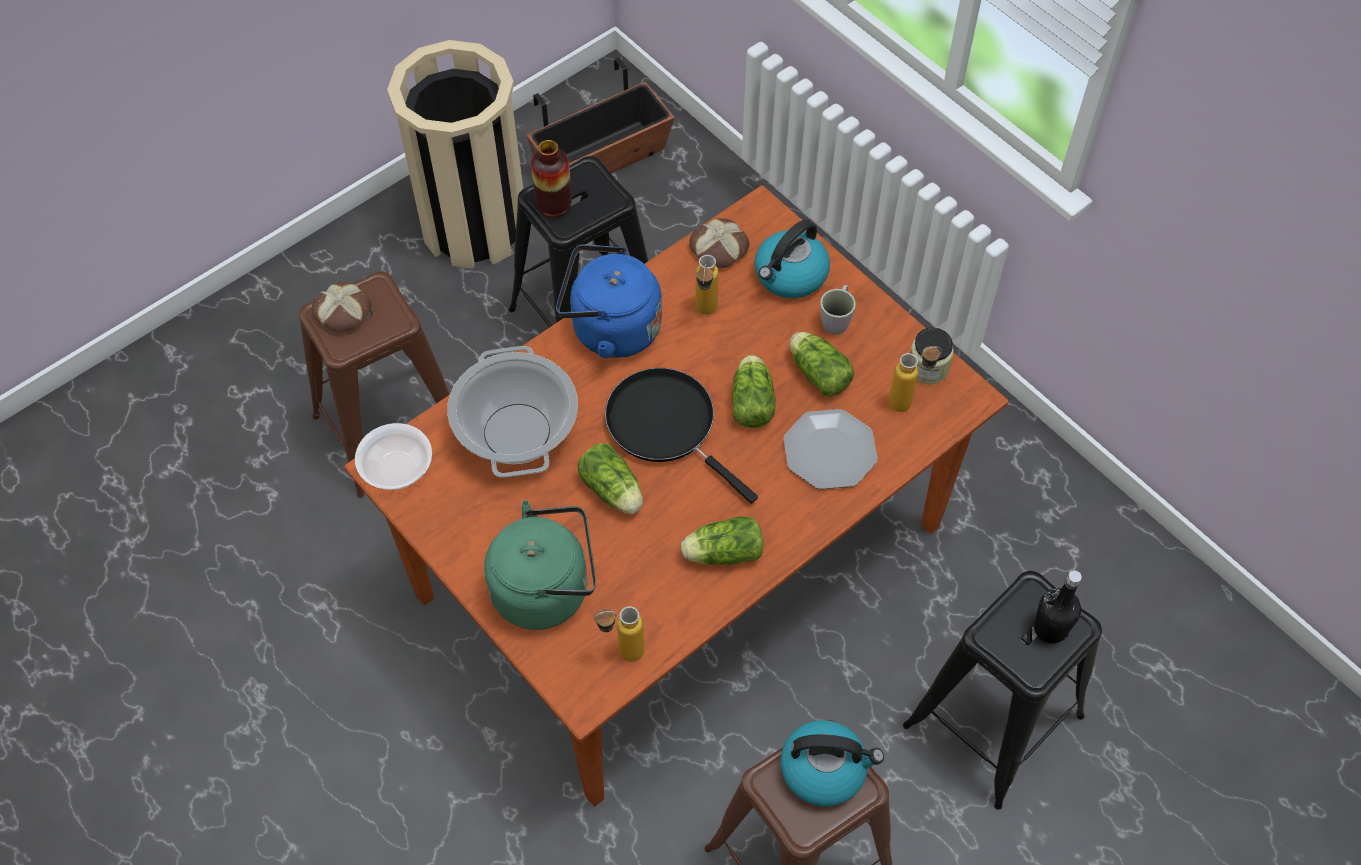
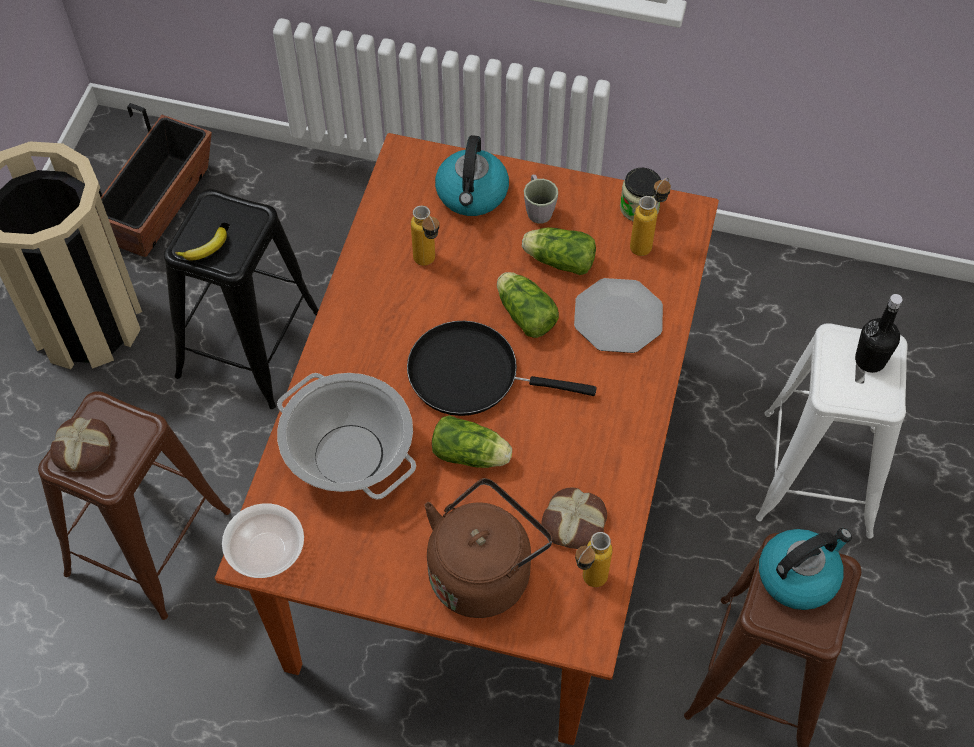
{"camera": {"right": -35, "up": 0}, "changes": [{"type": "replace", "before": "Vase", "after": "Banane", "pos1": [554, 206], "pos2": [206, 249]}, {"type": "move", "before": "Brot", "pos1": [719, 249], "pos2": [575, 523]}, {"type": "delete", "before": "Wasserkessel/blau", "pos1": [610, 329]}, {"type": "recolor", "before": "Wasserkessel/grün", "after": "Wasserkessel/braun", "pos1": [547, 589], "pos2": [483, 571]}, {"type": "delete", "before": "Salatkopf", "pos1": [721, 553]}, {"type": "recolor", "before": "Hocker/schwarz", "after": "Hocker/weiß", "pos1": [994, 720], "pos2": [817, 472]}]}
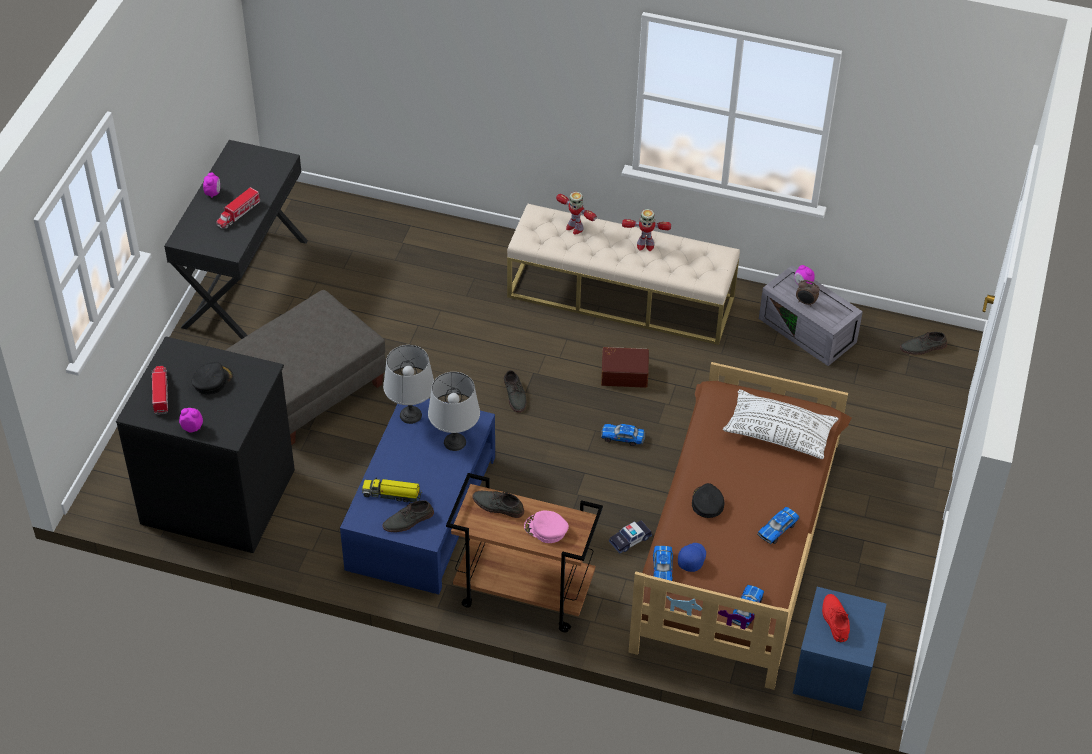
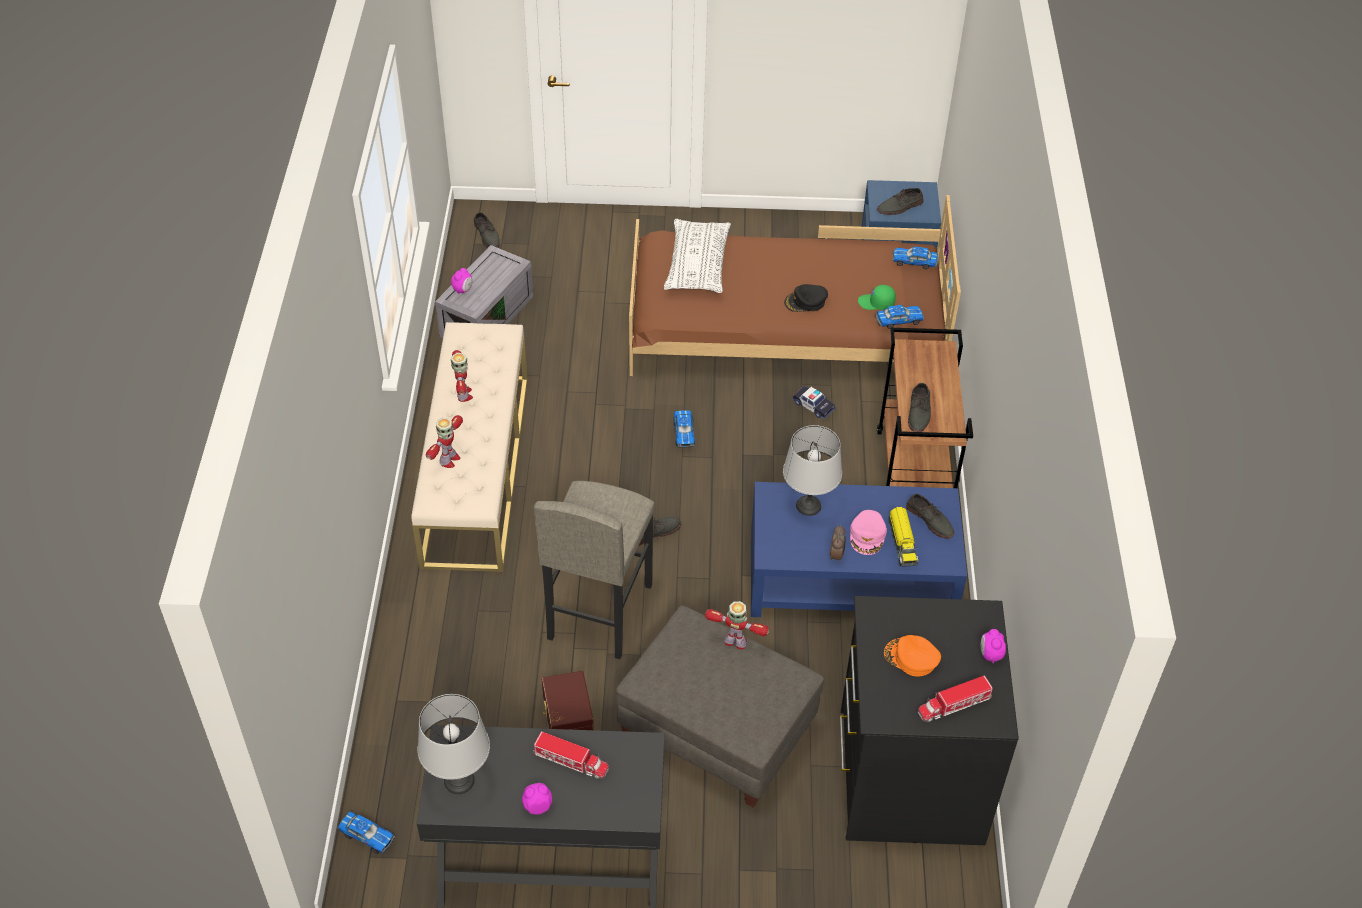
{"camera": {"right": -105, "up": 0}, "changes": [{"type": "move", "before": "Wecker", "pos1": [805, 302], "pos2": [836, 555]}, {"type": "move", "before": "Tischlampe/grau", "pos1": [410, 415], "pos2": [459, 781]}, {"type": "move", "before": "Aufbewahrungsbox/braun", "pos1": [624, 373], "pos2": [566, 713]}, {"type": "recolor", "before": "Kappe/schwarz", "after": "Kappe/orange", "pos1": [212, 380], "pos2": [911, 658]}, {"type": "move", "before": "Spielzeugauto", "pos1": [778, 529], "pos2": [366, 835]}, {"type": "move", "before": "Kappe/rosa", "pos1": [546, 529], "pos2": [867, 535]}, {"type": "recolor", "before": "Kappe/blau", "after": "Kappe/grün", "pos1": [691, 558], "pos2": [876, 303]}, {"type": "recolor", "before": "Schuh/rot", "after": "Schuh/grau", "pos1": [834, 619], "pos2": [900, 207]}, {"type": "insert", "after": "Hocker/grau", "pos2": [598, 611]}, {"type": "insert", "after": "Spielzeugroboter", "pos2": [736, 642]}]}
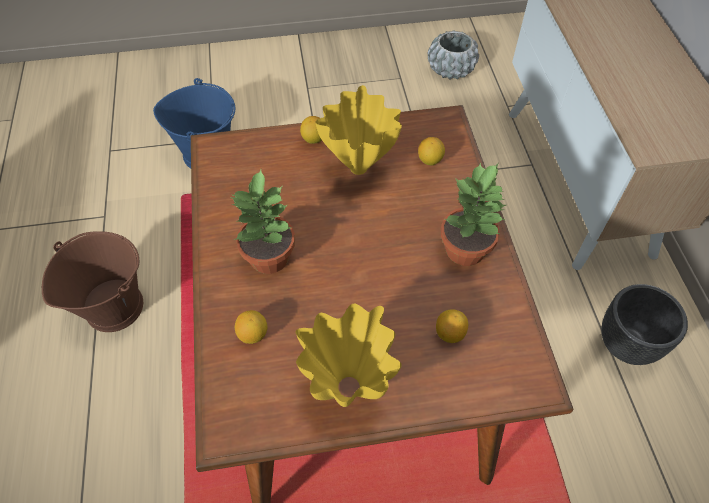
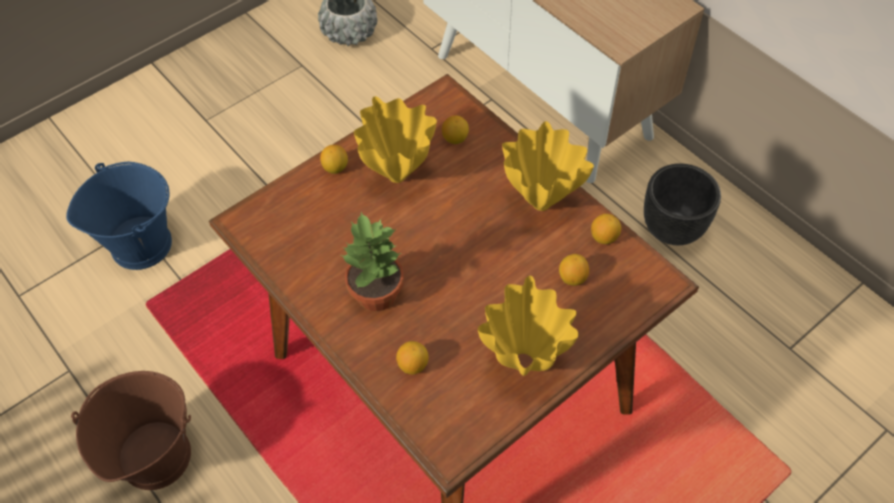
{"camera": {"right": -30, "up": 0}, "changes": [{"type": "replace", "before": "Topfpflanze", "after": "Vase/gelb", "pos1": [466, 250], "pos2": [539, 203]}, {"type": "insert", "after": "Zitrone", "pos2": [604, 237]}]}
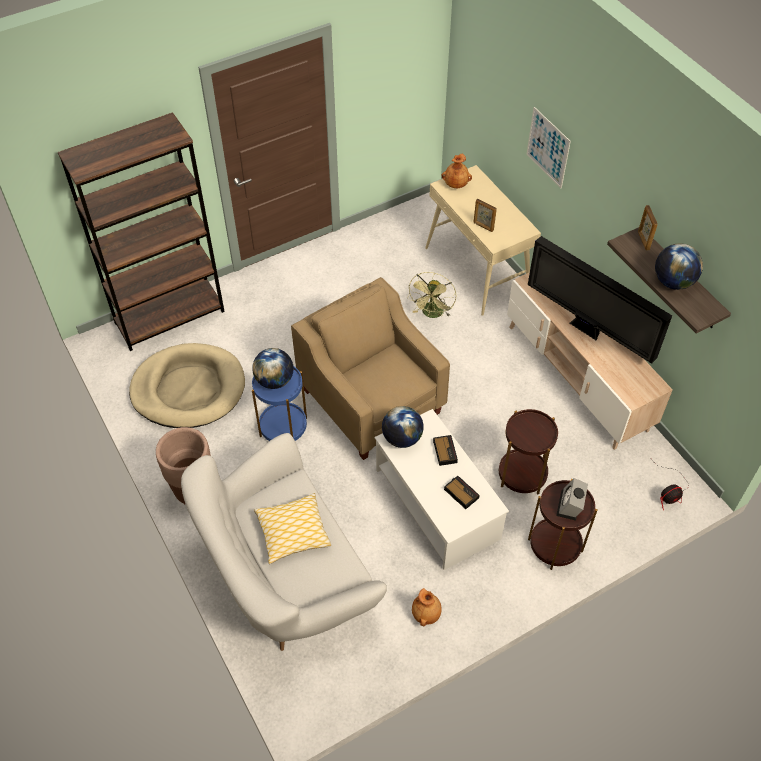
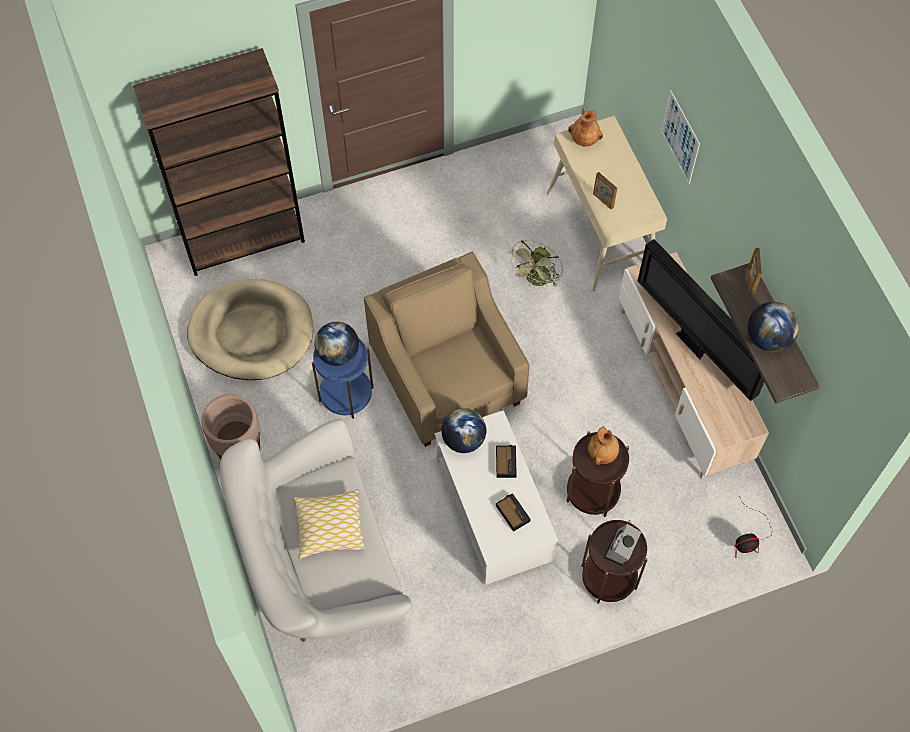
{"camera": {"right": 10, "up": 10}, "changes": [{"type": "move", "before": "Vase/braun", "pos1": [426, 614], "pos2": [603, 453]}]}
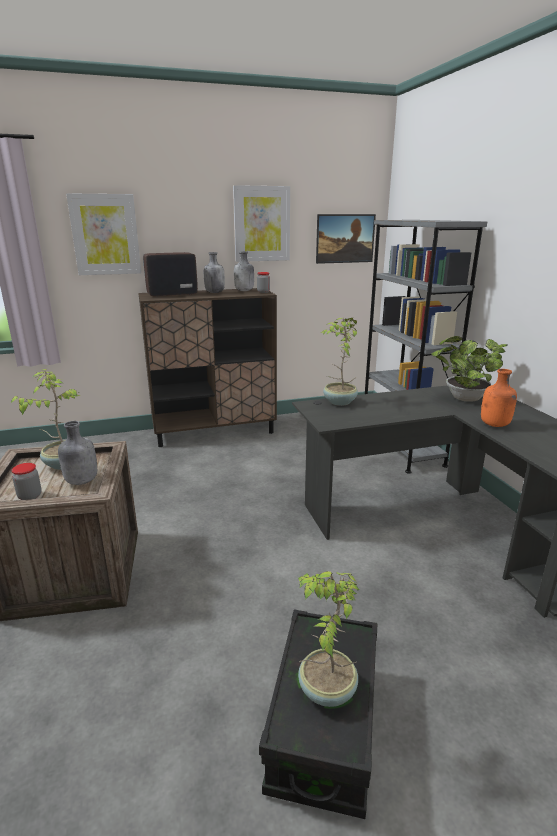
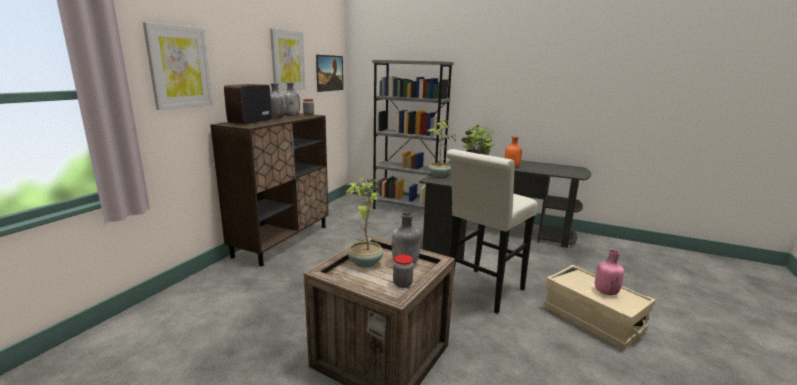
{"camera": {"right": -50, "up": -5}, "changes": [{"type": "replace", "before": "Topfpflanze", "after": "Flasche/rosa", "pos1": [325, 690], "pos2": [605, 292]}, {"type": "recolor", "before": "Aufbewahrungsbox/schwarz", "after": "Aufbewahrungsbox/beige", "pos1": [323, 726], "pos2": [592, 320]}, {"type": "insert", "after": "Hocker/weiß", "pos2": [482, 292]}]}
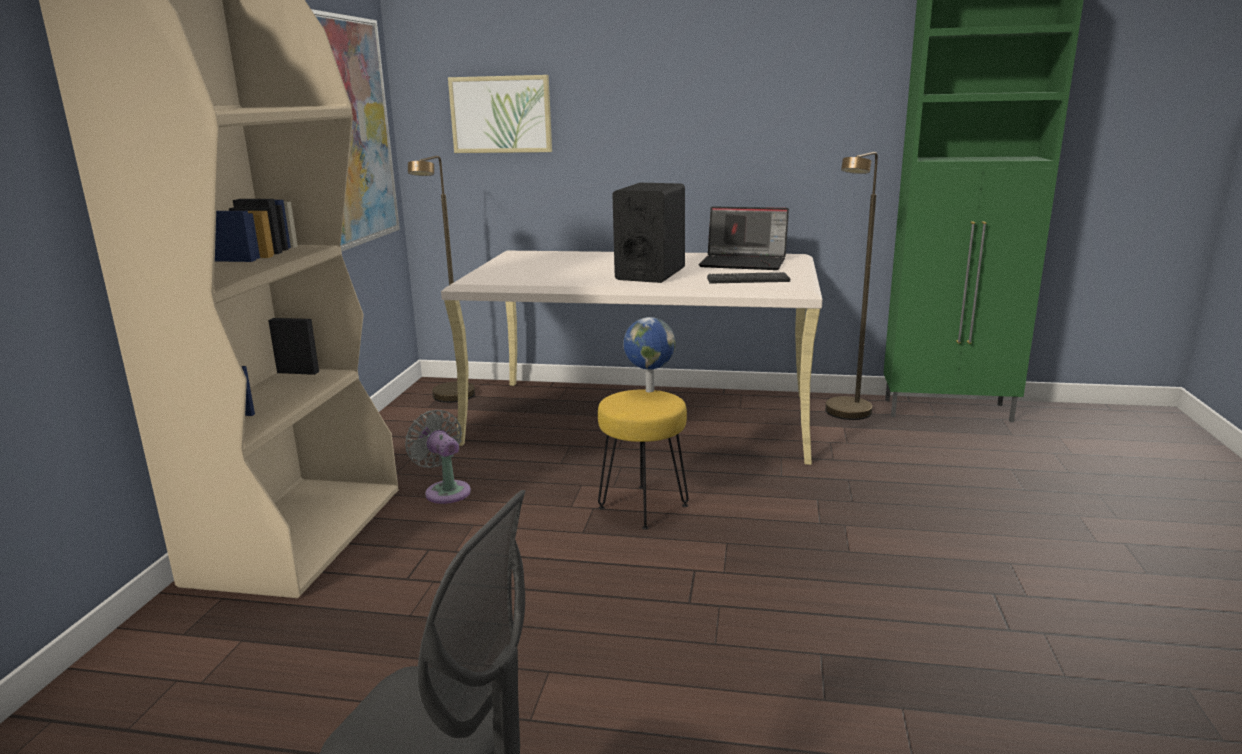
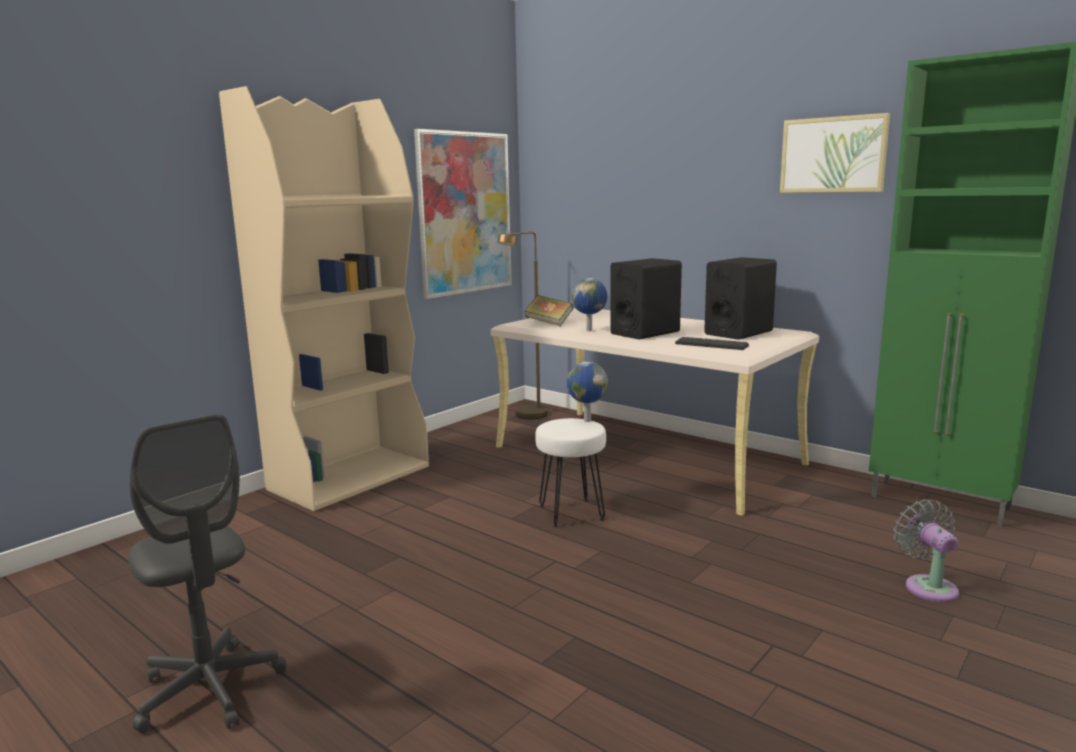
{"camera": {"right": 30, "up": -5}, "changes": [{"type": "move", "before": "Bild", "pos1": [501, 114], "pos2": [833, 155]}, {"type": "delete", "before": "Stehlampe/braun", "pos1": [845, 416]}, {"type": "replace", "before": "Laptop", "after": "Lautsprecher/schwarz", "pos1": [744, 263], "pos2": [738, 332]}, {"type": "recolor", "before": "Hocker/gelb", "after": "Hocker/weiß", "pos1": [642, 507], "pos2": [570, 513]}, {"type": "move", "before": "Ventilator/grau", "pos1": [445, 491], "pos2": [928, 586]}, {"type": "insert", "after": "Globus", "pos2": [590, 330]}, {"type": "insert", "after": "Buch", "pos2": [548, 323]}]}
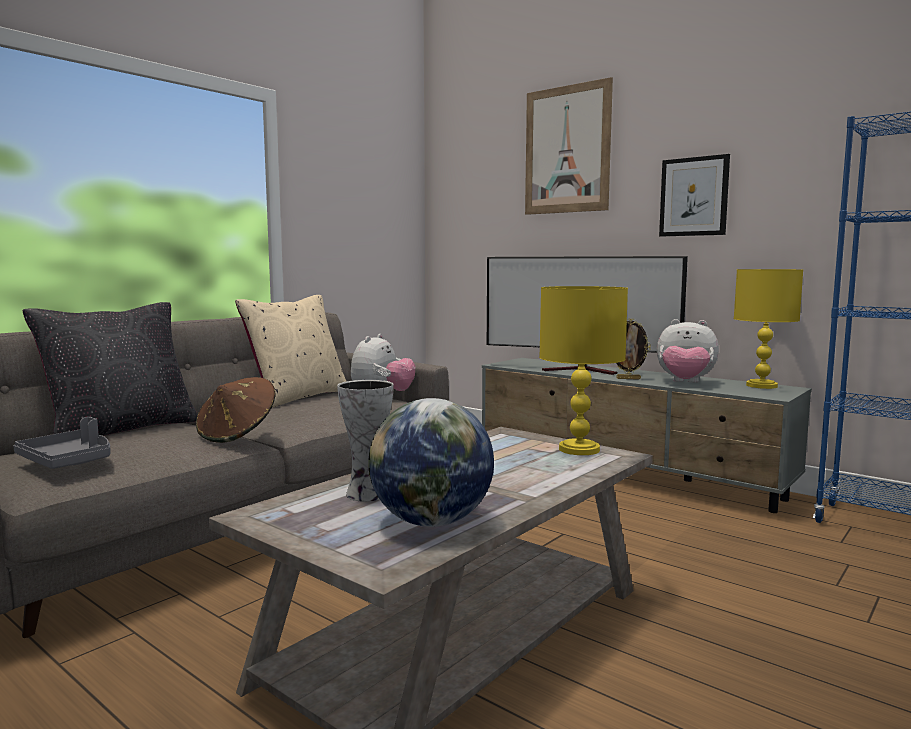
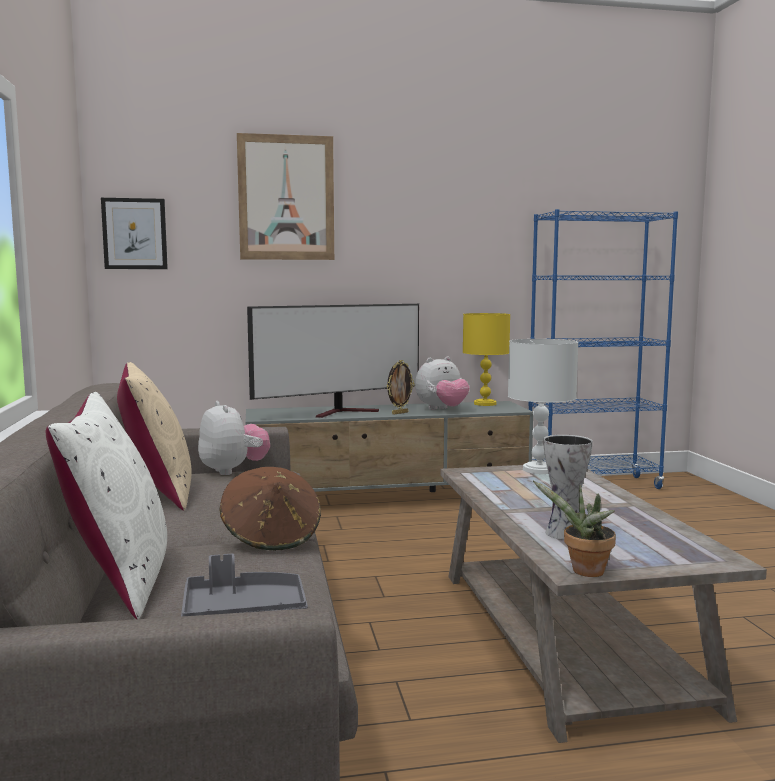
{"camera": {"right": -50, "up": 0}, "changes": [{"type": "move", "before": "Bild", "pos1": [694, 197], "pos2": [134, 234]}, {"type": "recolor", "before": "Tischlampe/gelb", "after": "Tischlampe/weiß", "pos1": [580, 449], "pos2": [539, 470]}, {"type": "recolor", "before": "Kissen/schwarz", "after": "Kissen/weiß", "pos1": [121, 430], "pos2": [119, 578]}, {"type": "delete", "before": "Globus", "pos1": [431, 522]}, {"type": "insert", "after": "Topfpflanze", "pos2": [583, 572]}]}
